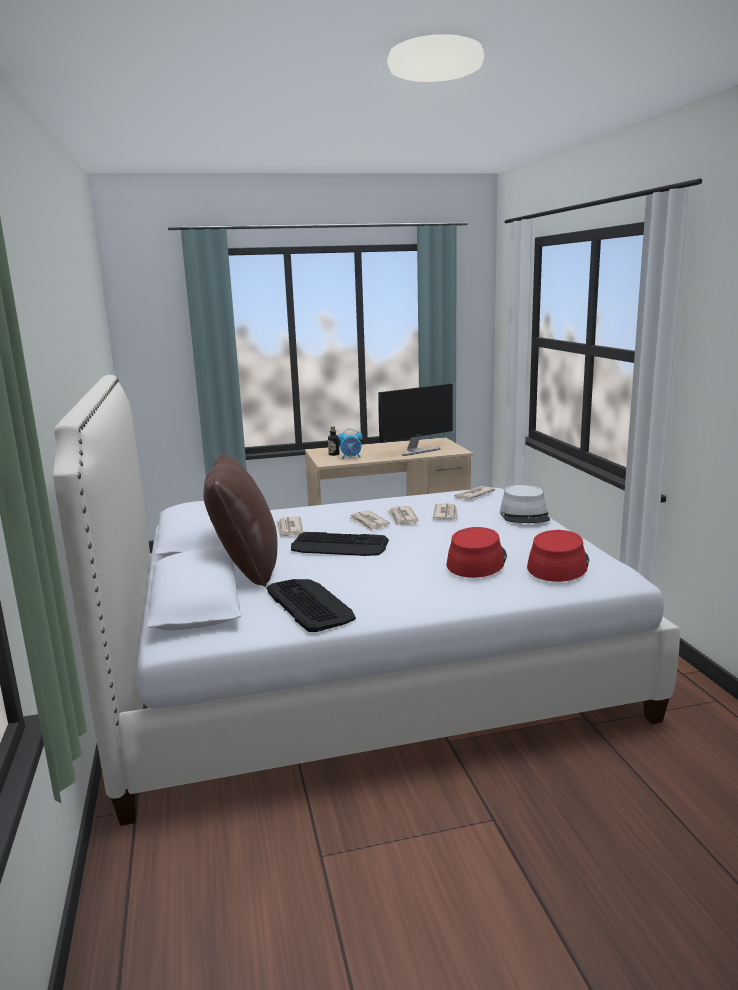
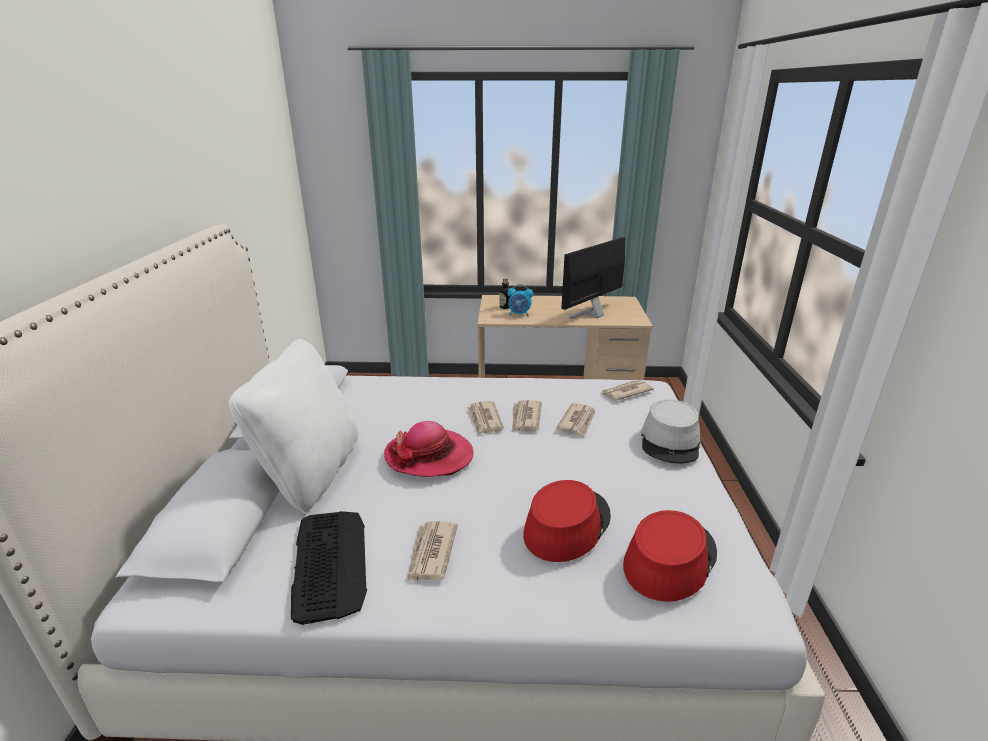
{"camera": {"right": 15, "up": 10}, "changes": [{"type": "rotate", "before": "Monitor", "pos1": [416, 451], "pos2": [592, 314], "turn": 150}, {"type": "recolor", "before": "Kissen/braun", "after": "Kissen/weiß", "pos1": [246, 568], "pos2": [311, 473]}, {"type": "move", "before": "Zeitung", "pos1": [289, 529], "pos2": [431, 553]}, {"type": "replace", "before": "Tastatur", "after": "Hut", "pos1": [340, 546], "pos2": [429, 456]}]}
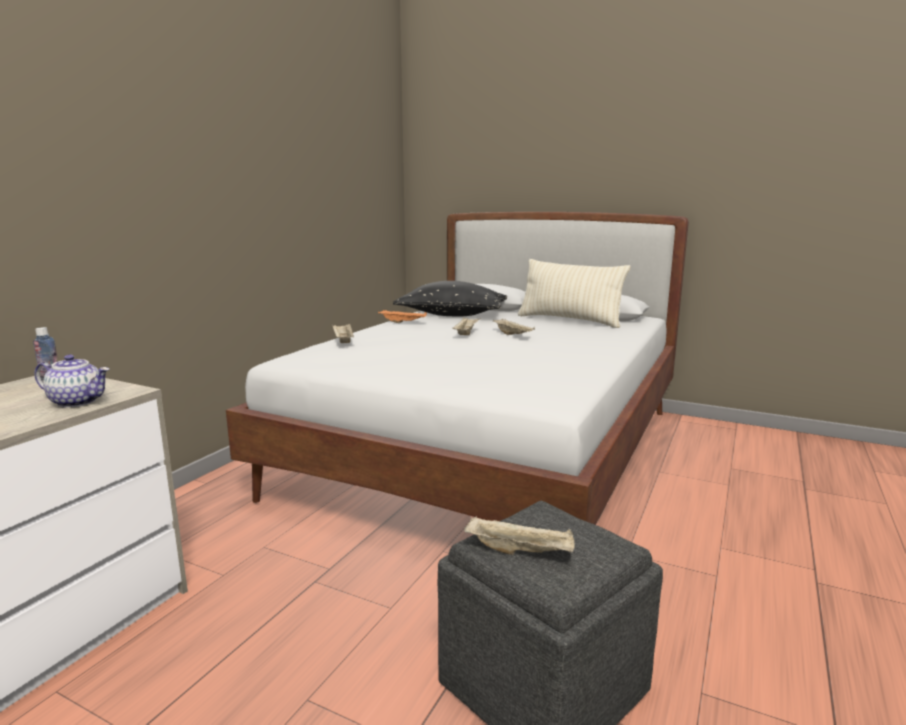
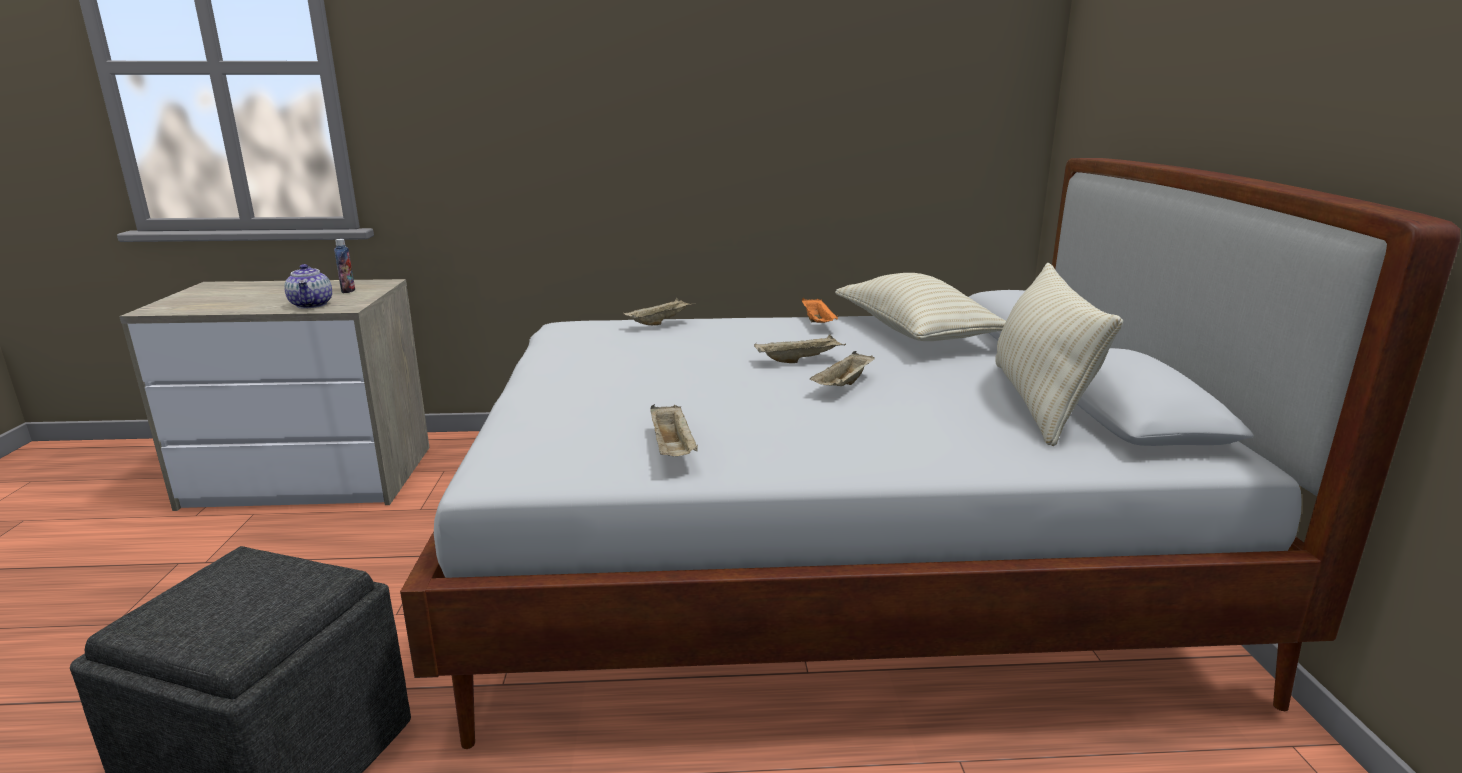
{"camera": {"right": 60, "up": 5}, "changes": [{"type": "recolor", "before": "Kissen/schwarz", "after": "Kissen/beige", "pos1": [452, 315], "pos2": [915, 333]}, {"type": "move", "before": "Tablett/beige", "pos1": [521, 551], "pos2": [673, 449]}]}
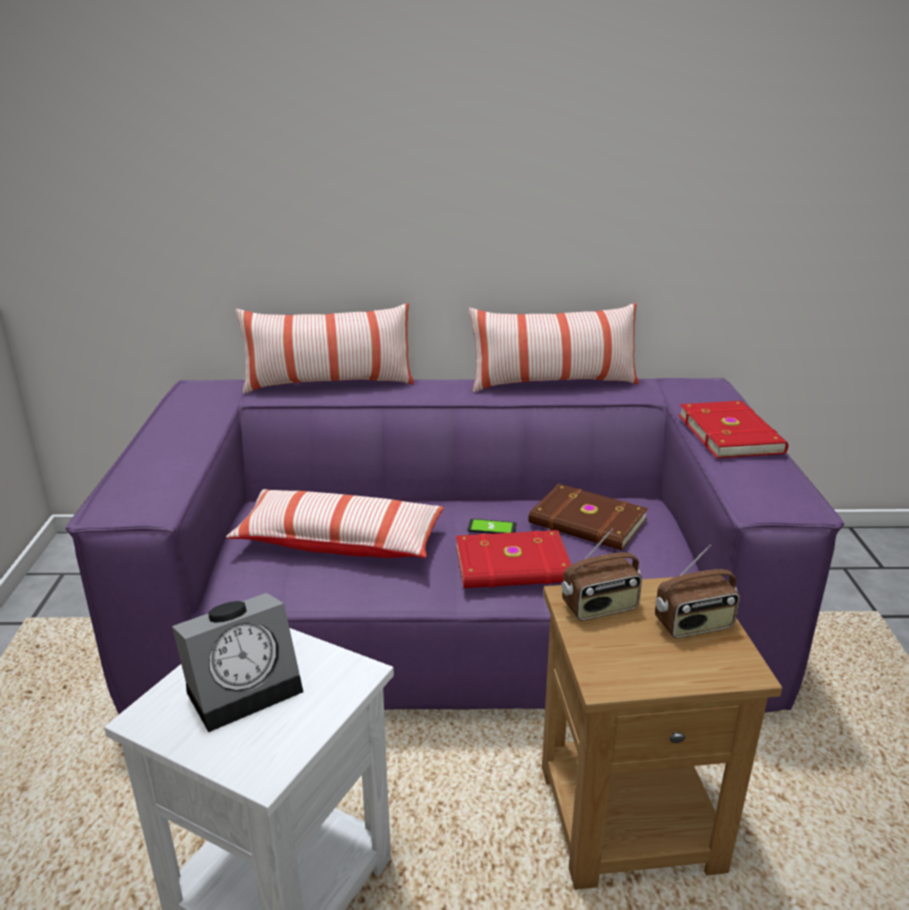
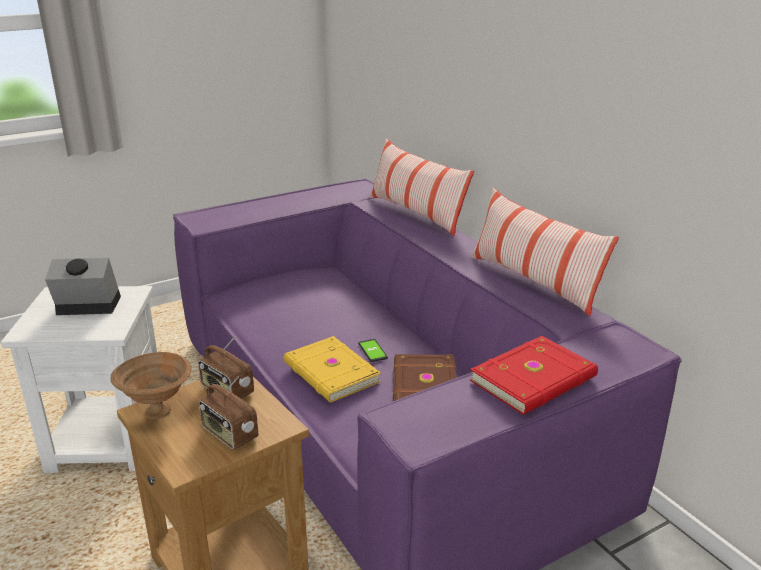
{"camera": {"right": 60, "up": 0}, "changes": [{"type": "delete", "before": "Kissen", "pos1": [340, 541]}, {"type": "recolor", "before": "Buch/rot", "after": "Buch/gelb", "pos1": [513, 566], "pos2": [330, 373]}, {"type": "rotate", "before": "Wecker", "pos1": [246, 687], "pos2": [86, 307], "turn": 150}, {"type": "insert", "after": "Schüssel/braun", "pos2": [156, 411]}]}
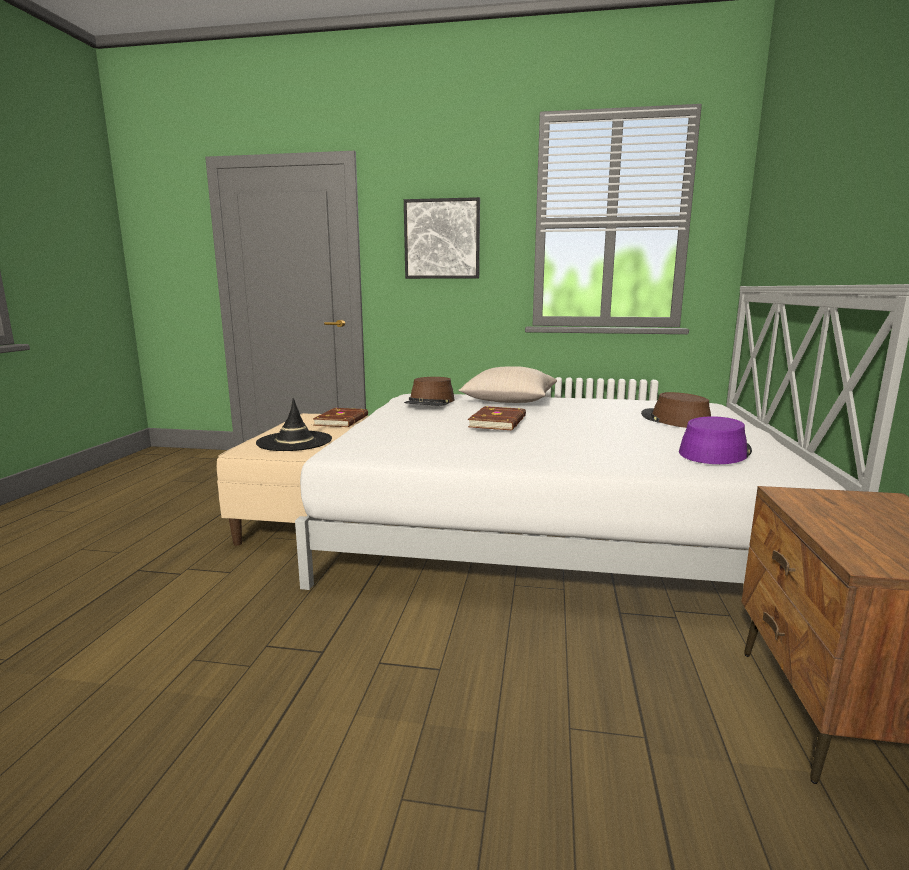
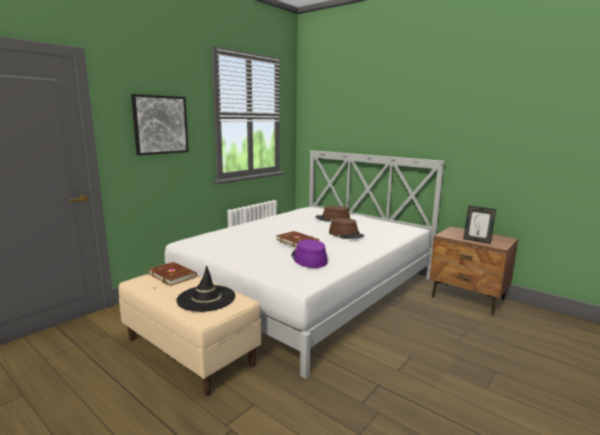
{"camera": {"right": -60, "up": 0}, "changes": [{"type": "delete", "before": "Kissen/beige", "pos1": [509, 401]}, {"type": "move", "before": "Hut/braun", "pos1": [430, 402], "pos2": [346, 234]}, {"type": "move", "before": "Hut/lila", "pos1": [714, 452], "pos2": [308, 259]}, {"type": "insert", "after": "Bilderrahmen", "pos2": [477, 241]}]}
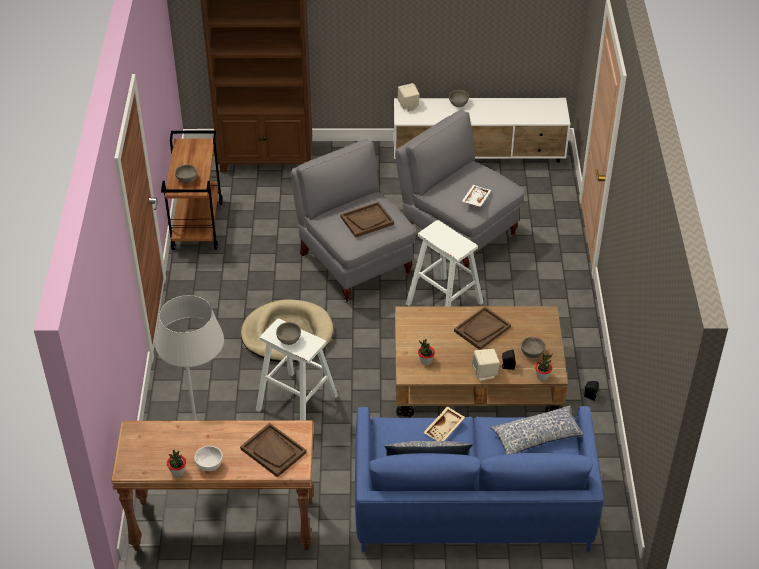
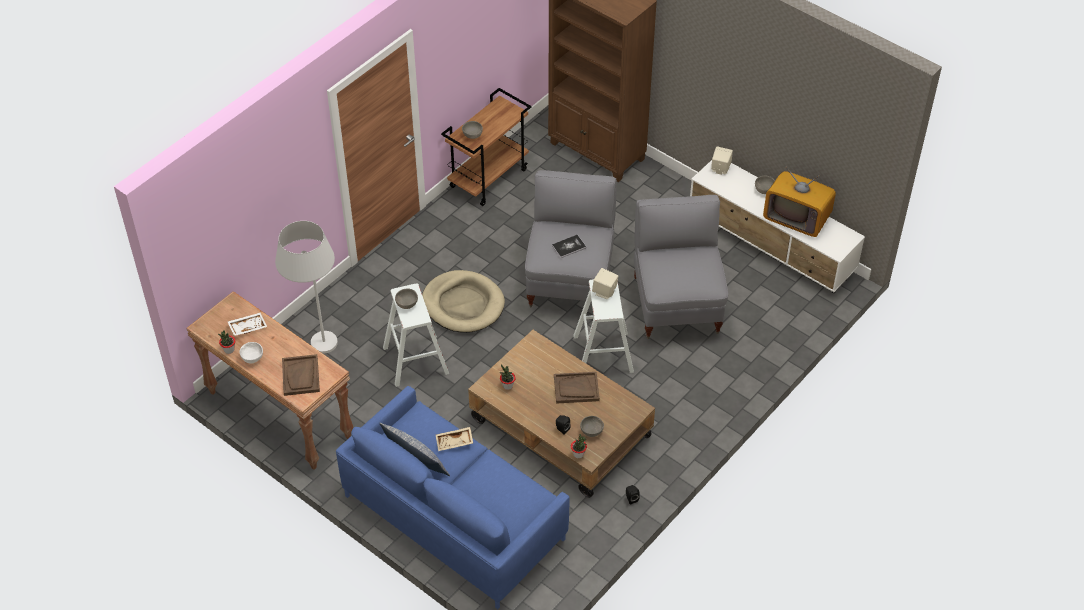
{"camera": {"right": 40, "up": 5}, "changes": [{"type": "move", "before": "Tablett/weiß", "pos1": [475, 199], "pos2": [247, 327]}, {"type": "replace", "before": "Tablett/braun", "after": "Buch", "pos1": [367, 220], "pos2": [569, 247]}, {"type": "move", "before": "Lautsprecher/beige", "pos1": [485, 373], "pos2": [604, 292]}, {"type": "delete", "before": "Kissen", "pos1": [537, 437]}, {"type": "insert", "after": "Fernseher", "pos2": [797, 218]}]}
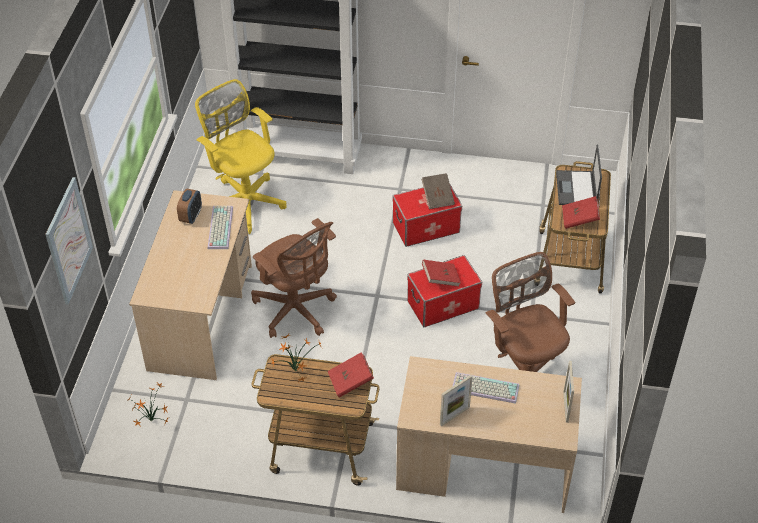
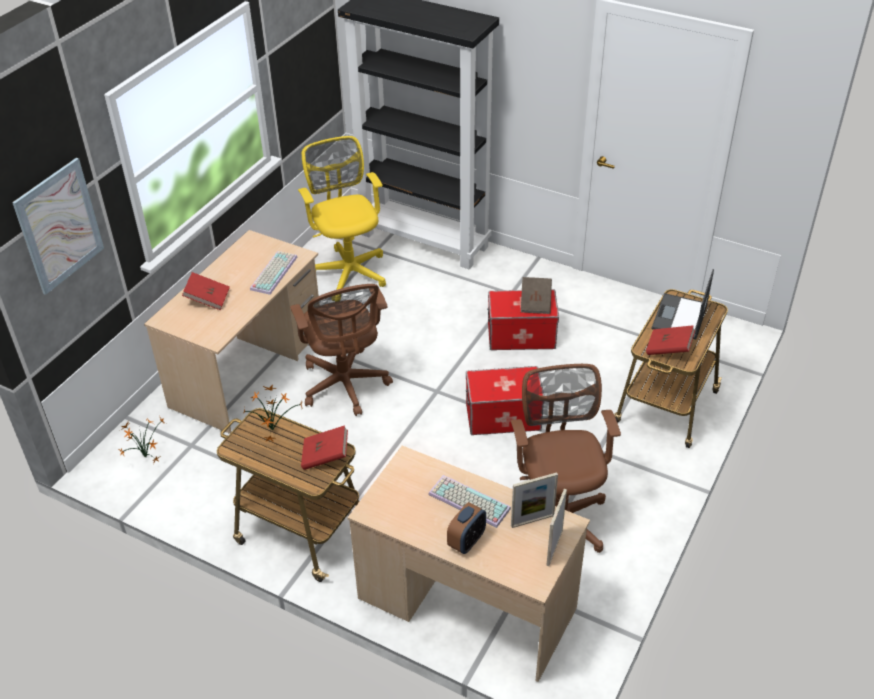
{"camera": {"right": 20, "up": -5}, "changes": [{"type": "move", "before": "Wecker", "pos1": [191, 216], "pos2": [466, 541]}, {"type": "move", "before": "Buch/rot", "pos1": [440, 279], "pos2": [208, 299]}, {"type": "move", "before": "Bilderrahmen", "pos1": [454, 416], "pos2": [532, 521]}]}
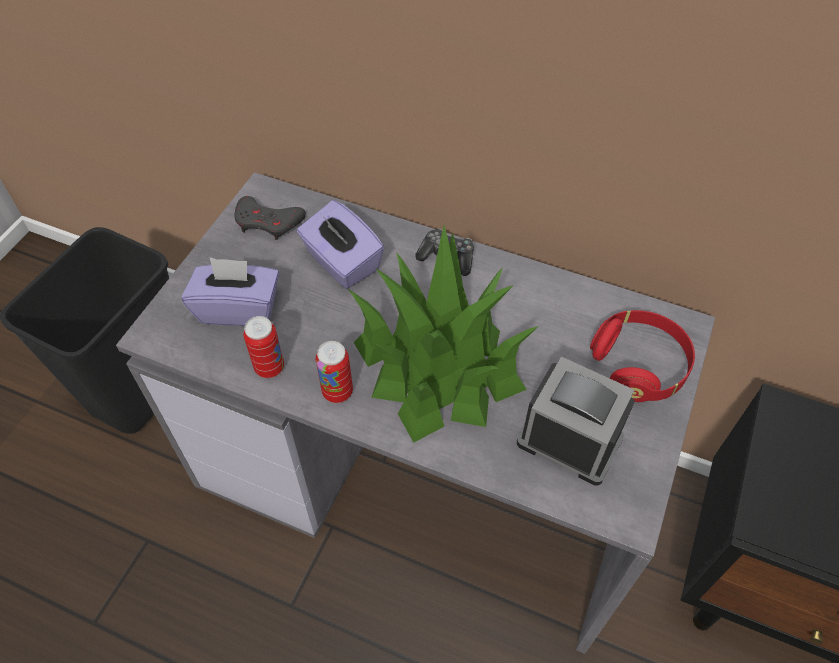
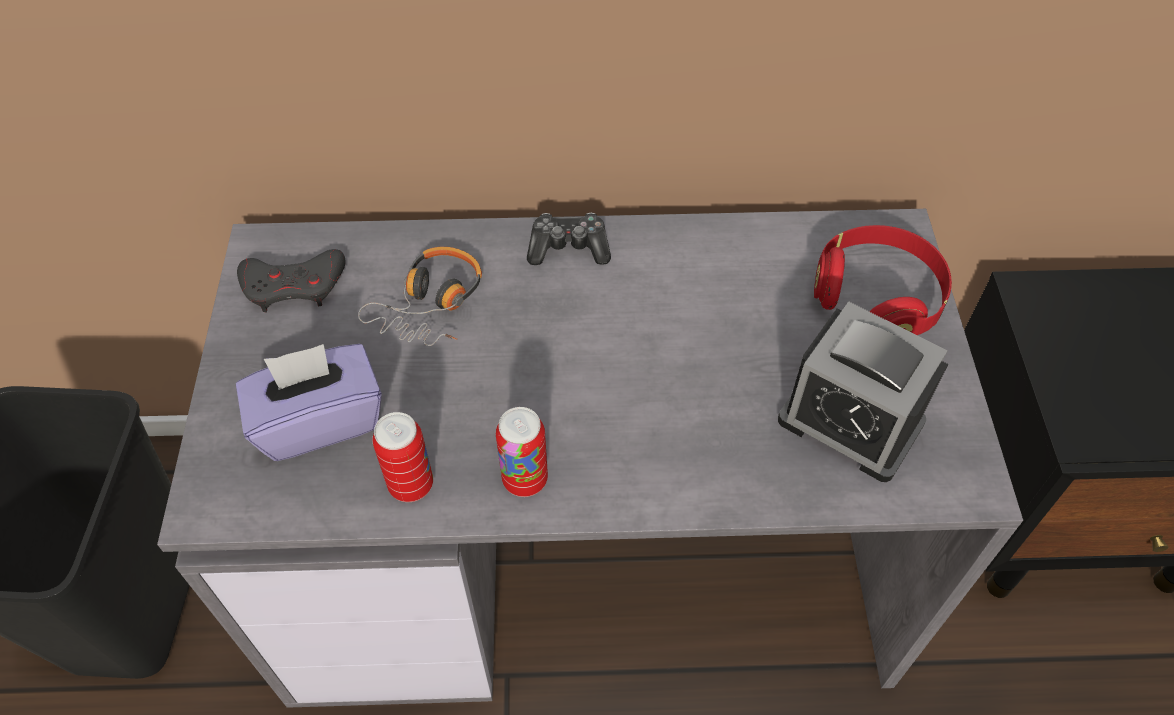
{"camera": {"right": -25, "up": 0}, "changes": [{"type": "replace", "before": "Taschentuchbox/lila", "after": "Kopfhörer", "pos1": [342, 262], "pos2": [431, 304]}, {"type": "delete", "before": "Topfpflanze", "pos1": [439, 365]}, {"type": "rotate", "before": "Wecker", "pos1": [569, 440], "pos2": [850, 421], "turn": -150}]}
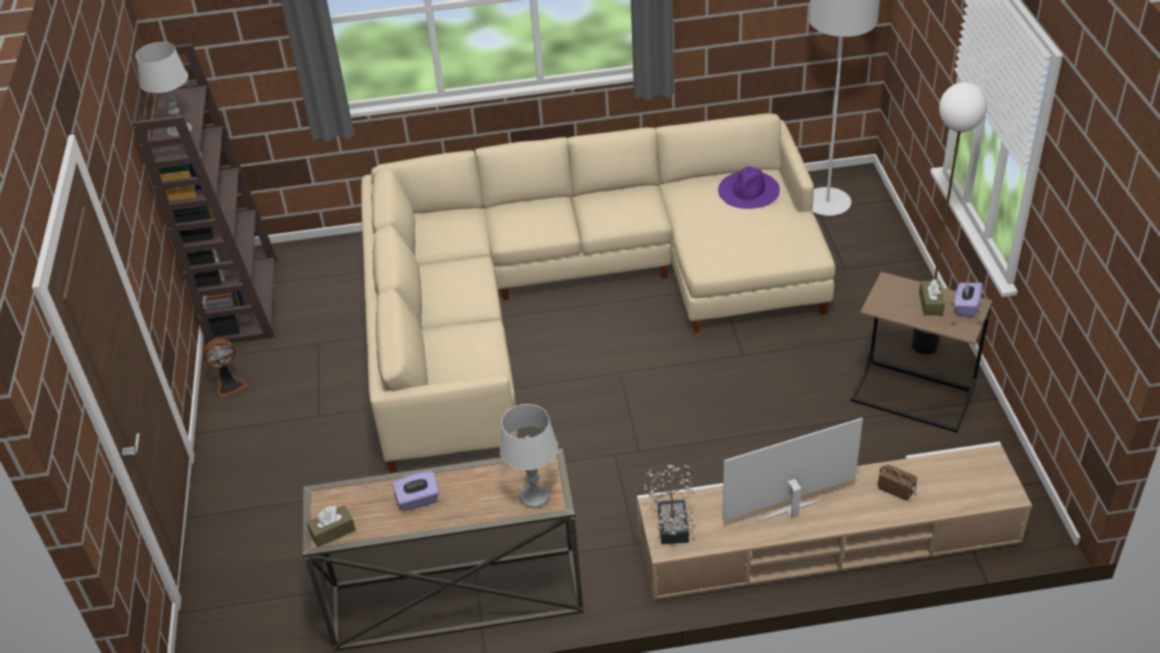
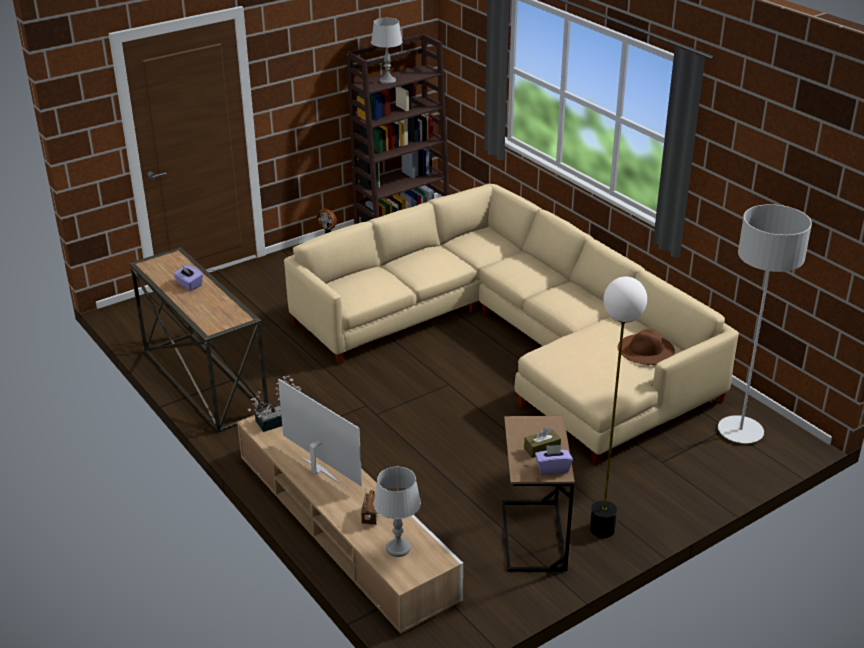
{"camera": {"right": 60, "up": -10}, "changes": [{"type": "recolor", "before": "Hut/lila", "after": "Hut/braun", "pos1": [749, 190], "pos2": [646, 349]}, {"type": "move", "before": "Tischlampe/grau", "pos1": [534, 496], "pos2": [398, 548]}, {"type": "delete", "before": "Taschentuchbox/braun", "pos1": [332, 531]}]}
